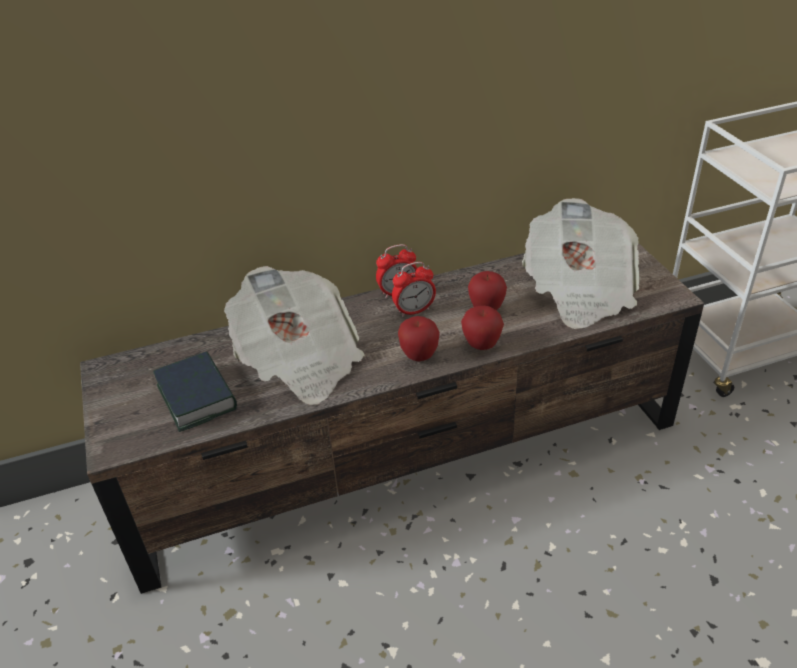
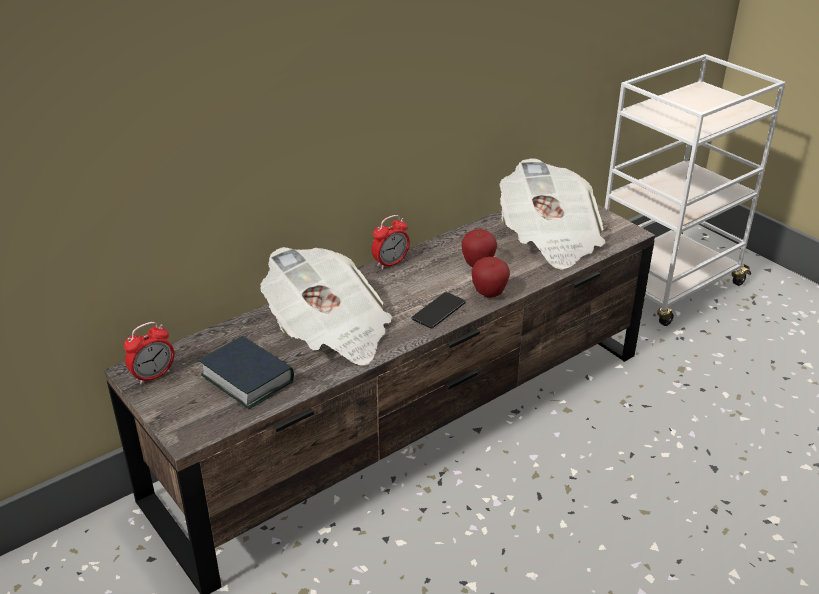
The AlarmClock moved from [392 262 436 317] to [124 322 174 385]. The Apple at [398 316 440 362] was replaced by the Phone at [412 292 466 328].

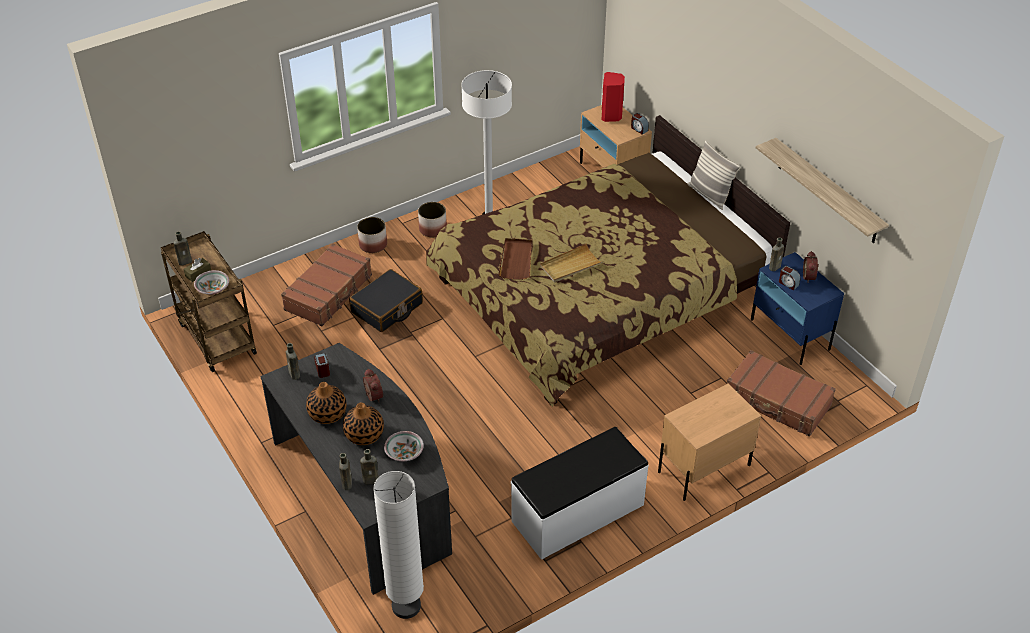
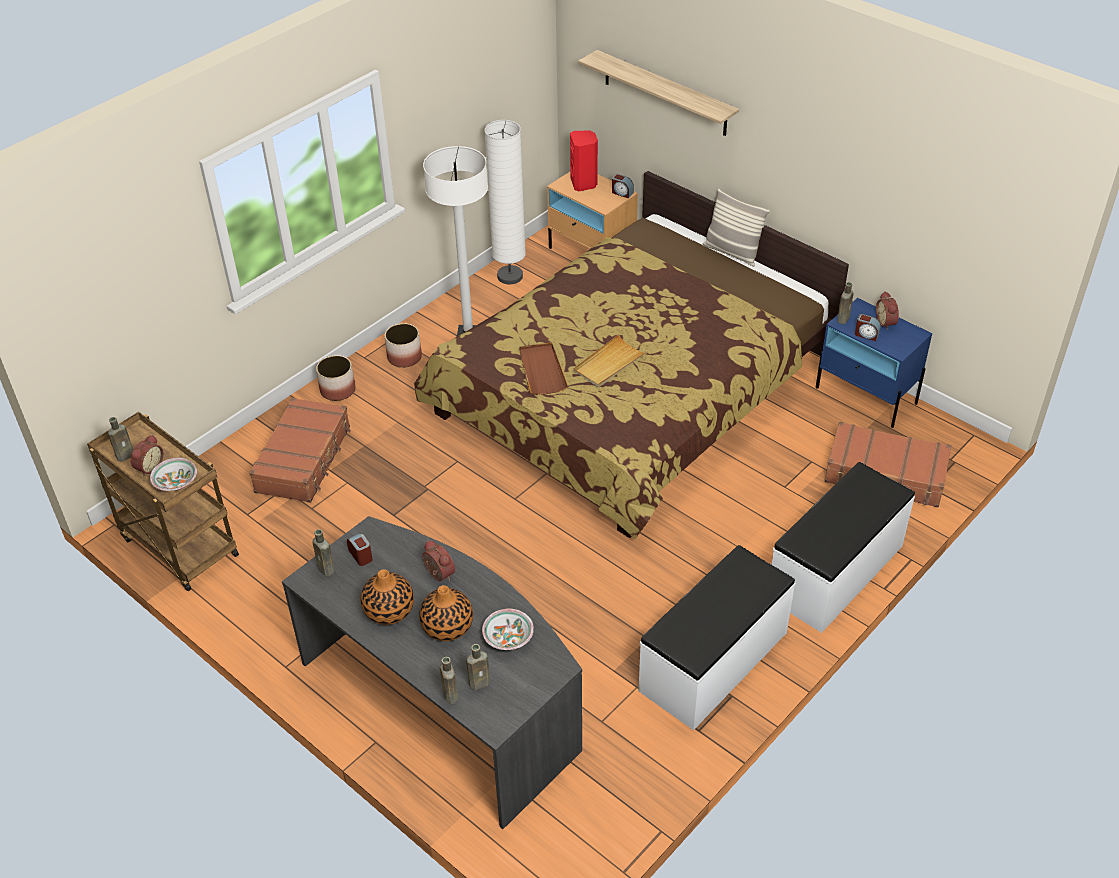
The Shelf moved from [756 138 889 243] to [578 50 739 136]. The BrownTissueBox at [184 258 211 282] was replaced by the AlarmClock at [130 435 163 477]. The BlackSuitcase at [349 269 423 332] disappeared. The BeigeNightstand at [658 383 761 501] was replaced by the WhiteBench at [772 462 915 633]. The WhiteFloorLamp moved from [373 471 424 619] to [485 120 526 284].

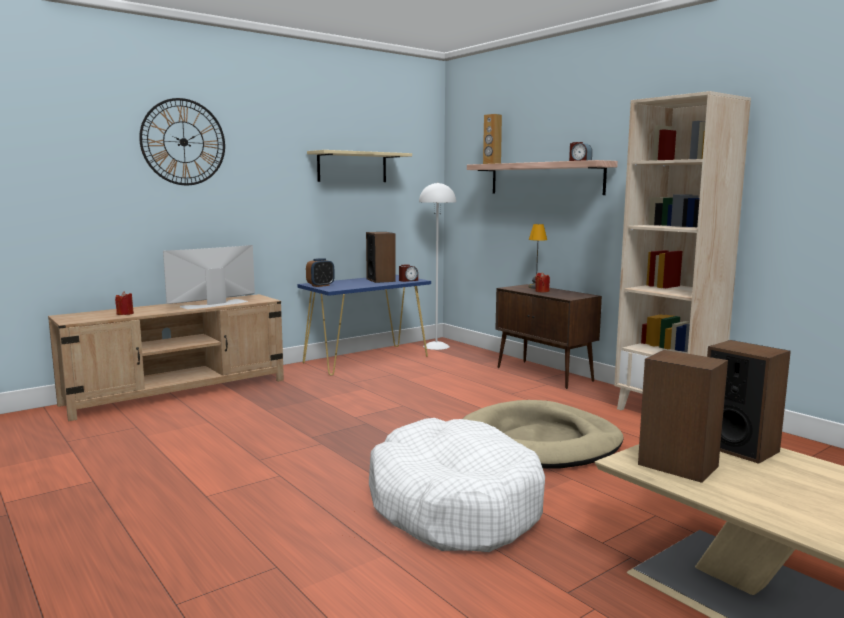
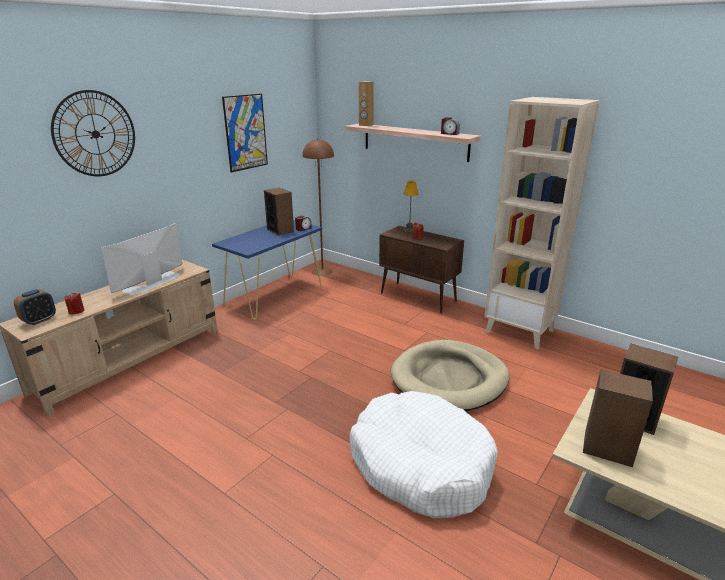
The BeigeShelf at [307 150 412 182] was replaced by the Picture at [222 94 268 172]. The WhiteFloorLamp at [419 182 456 350] became the BrownFloorLamp at [302 139 334 276]. The AlarmClock moved from [306 258 335 287] to [14 289 56 325].

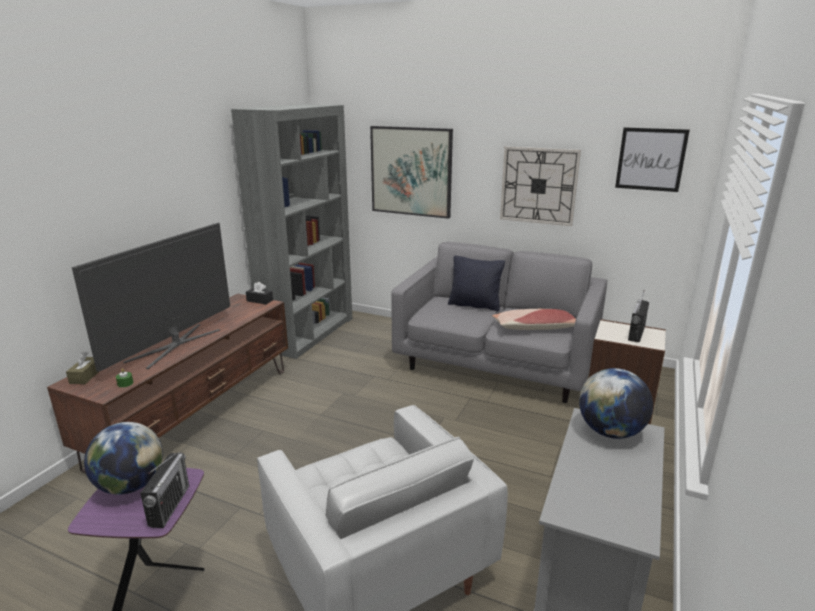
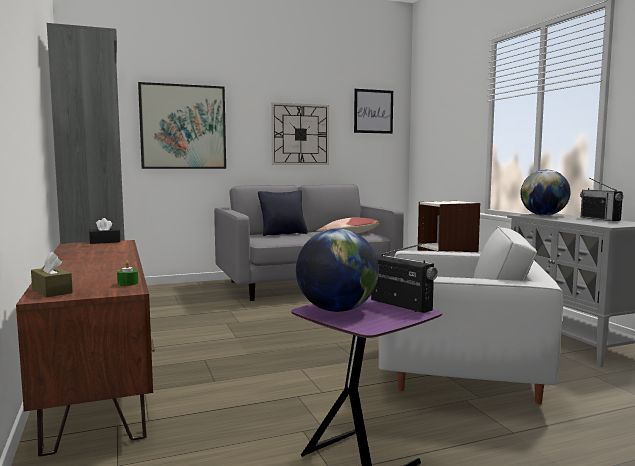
The Television at [72 222 230 372] disappeared. The Radio moved from [628 290 649 342] to [580 178 623 221].

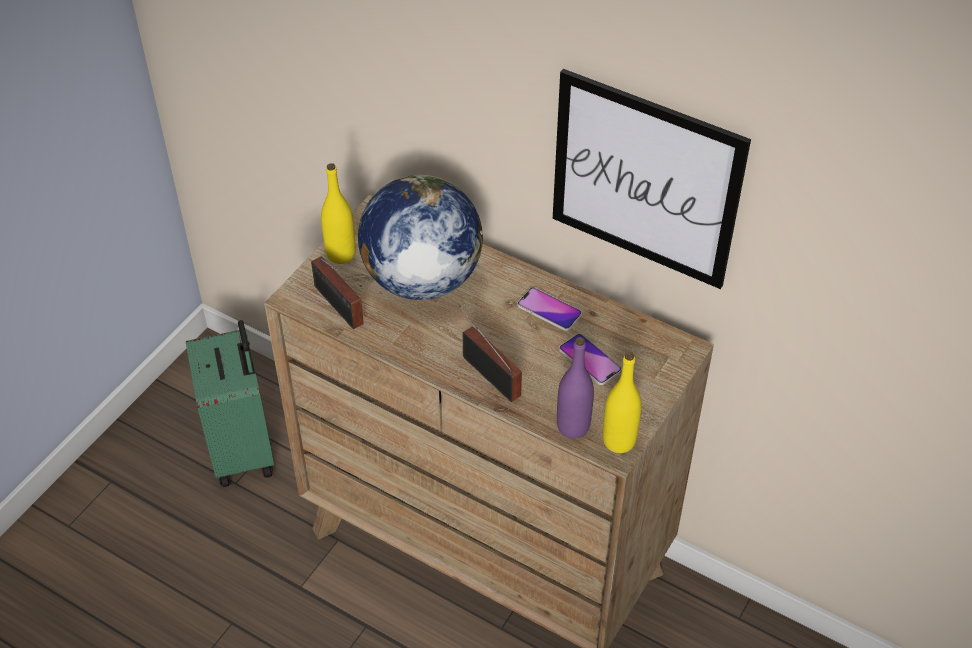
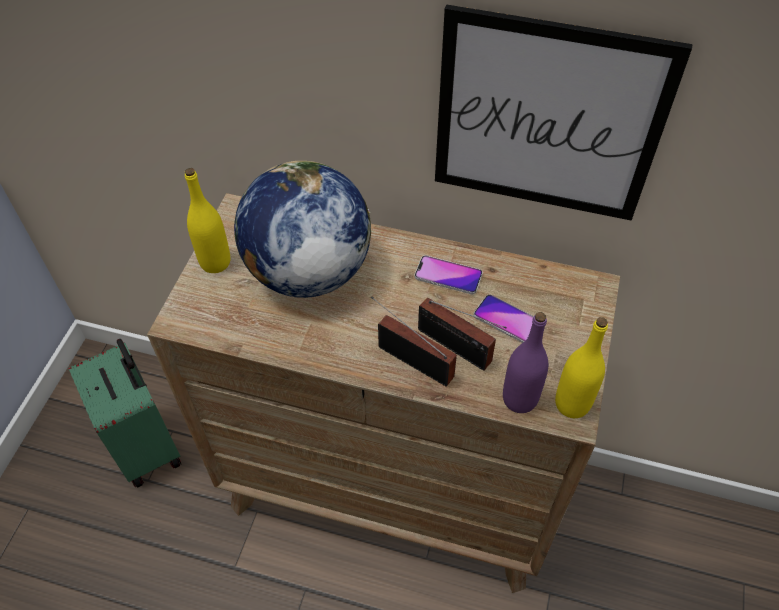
The Radio moved from [311 256 364 329] to [418 298 507 371].

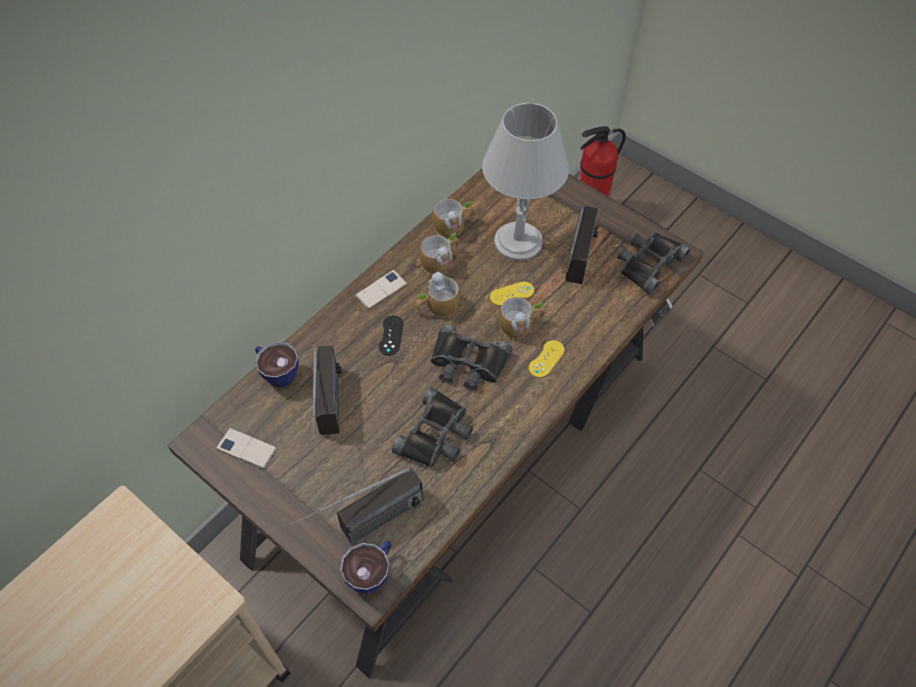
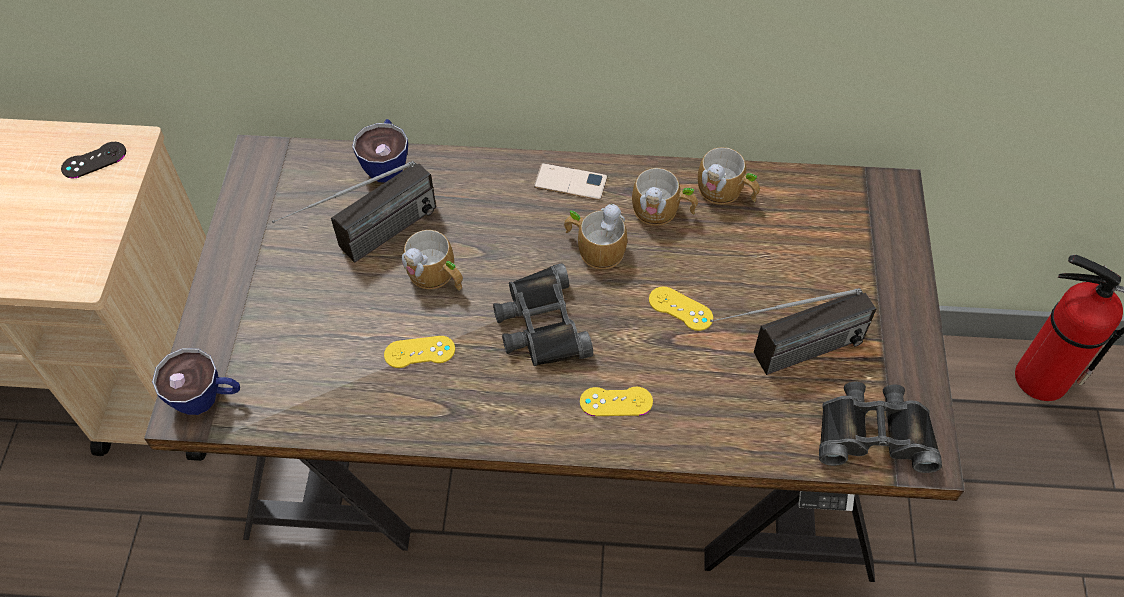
The GreyTableLamp at [482 103 569 261] disappeared. The Mug moved from [499 297 545 339] to [402 230 463 291]. The BlackGameController moved from [379 316 404 356] to [61 142 126 178]. The BlackBinoculars at [392 387 473 467] was replaced by the YellowGameController at [384 336 455 368]. The Phone at [216 428 277 469] disappeared. The Radio at [288 468 423 544] disappeared.

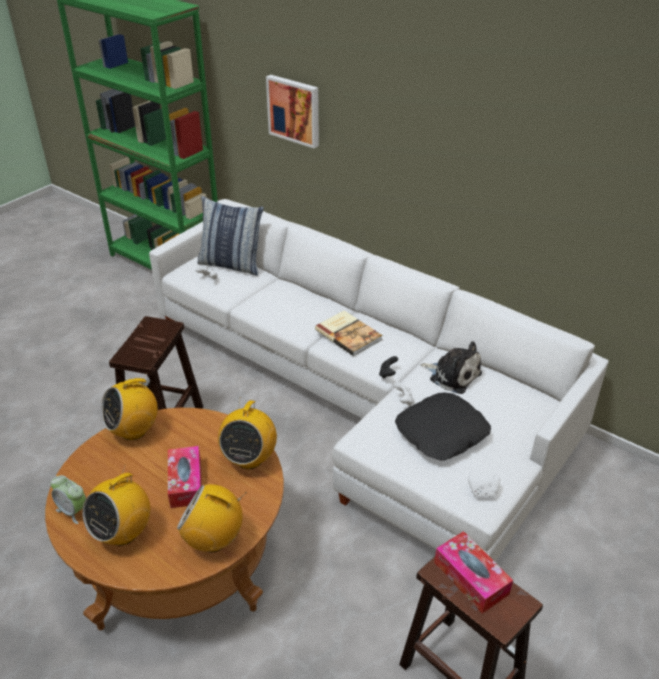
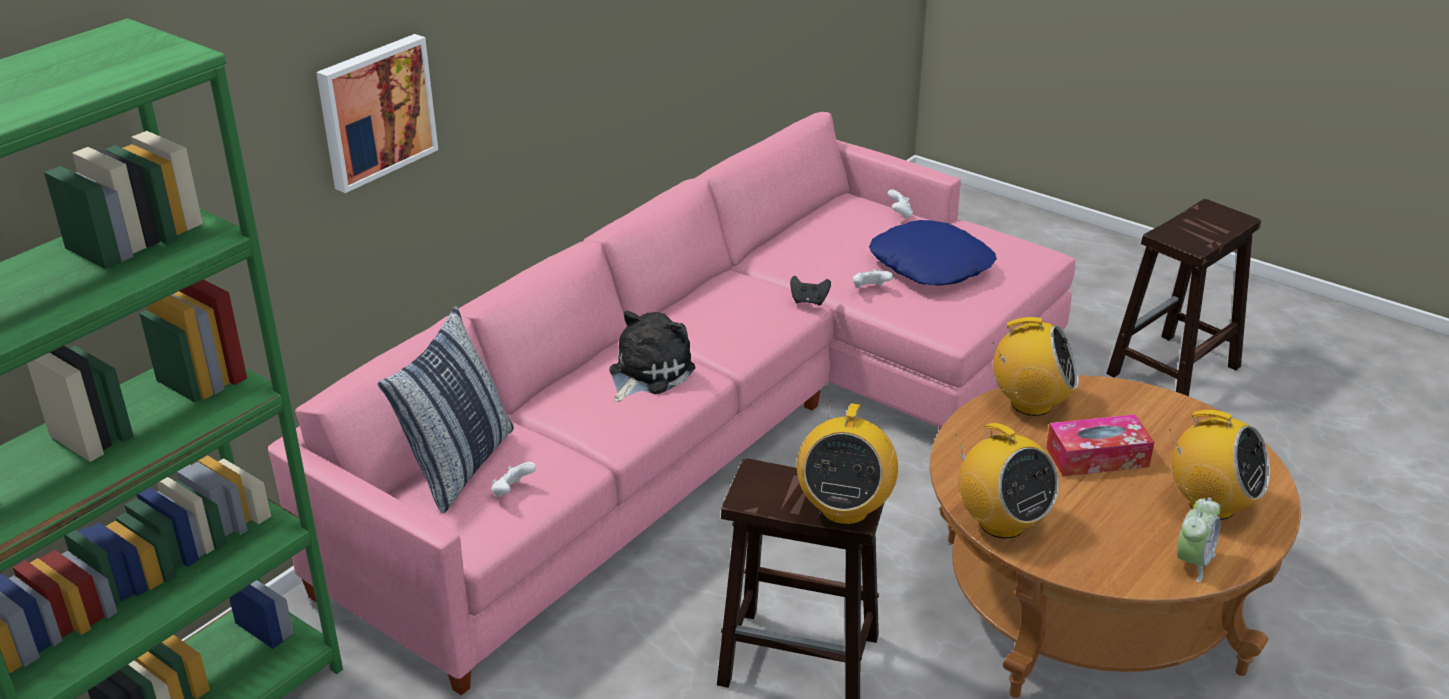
The WhiteSofa at [149 199 609 562] became the PinkSofa at [268 112 1075 695]. The Book at [315 311 382 356] disappeared. The PlushToy moved from [420 341 482 394] to [609 311 695 402]. The BlackPillow at [395 393 491 460] became the BluePillow at [869 220 997 286]. The WhiteGameController moved from [468 474 500 497] to [888 189 913 219]. The Radio moved from [177 484 247 552] to [797 401 898 525]. The TissueBox at [434 531 513 614] disappeared.

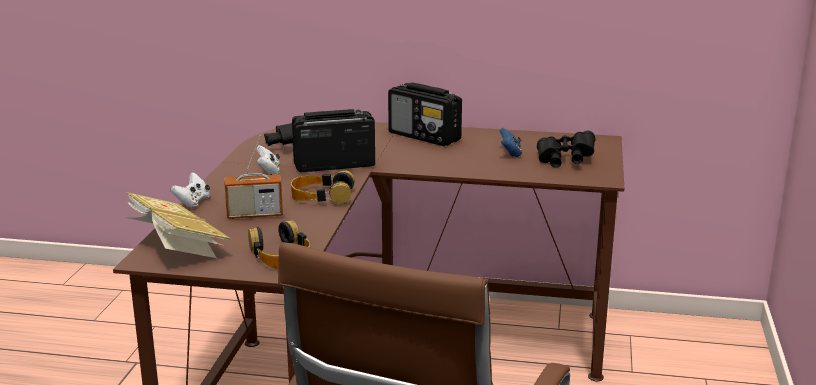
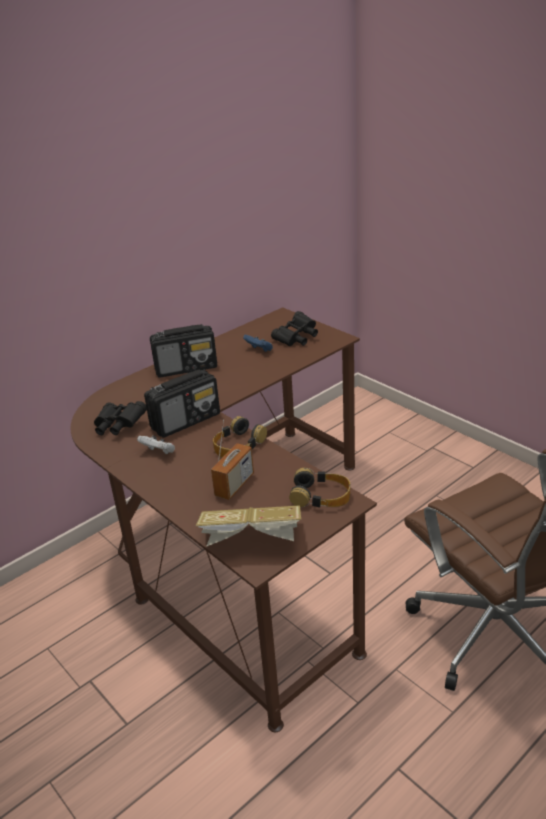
The Radio at [292 109 375 172] turned 150 degrees counterclockwise. The WhiteGameController at [170 172 210 208] disappeared.

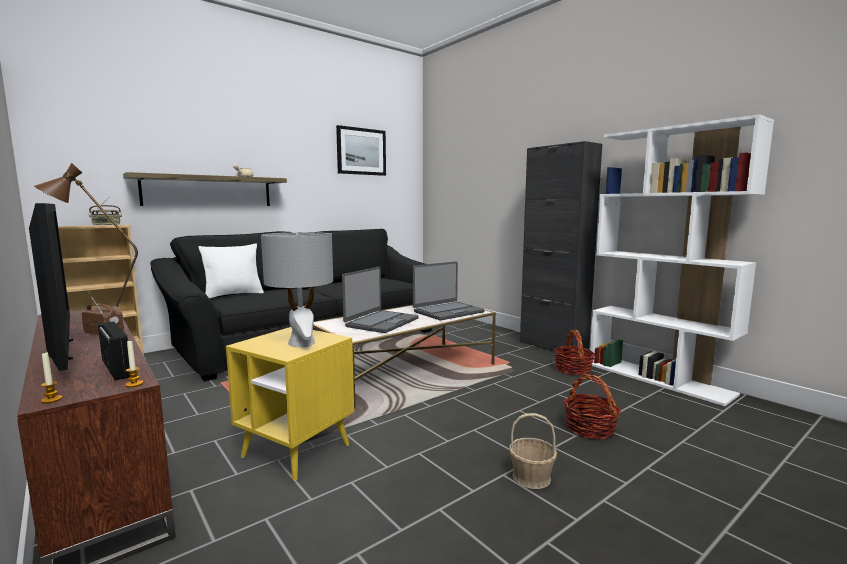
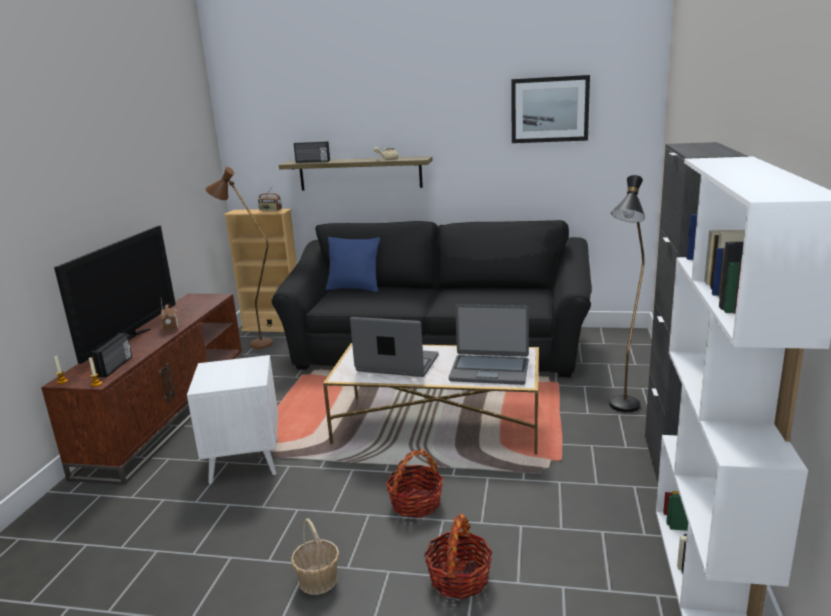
The GreyTableLamp at [261 232 333 348] disappeared. The WhitePillow at [199 243 264 299] became the BluePillow at [326 237 380 292]. The Laptop at [342 267 419 333] turned 150 degrees counterclockwise. The YellowSideTable at [226 327 354 481] became the WhiteSideTable at [187 355 278 484]. The Basket moved from [553 330 595 376] to [386 449 443 518]. The Radio at [294 141 330 163] appeared. The BlackFloorLamp at [609 175 645 412] appeared.

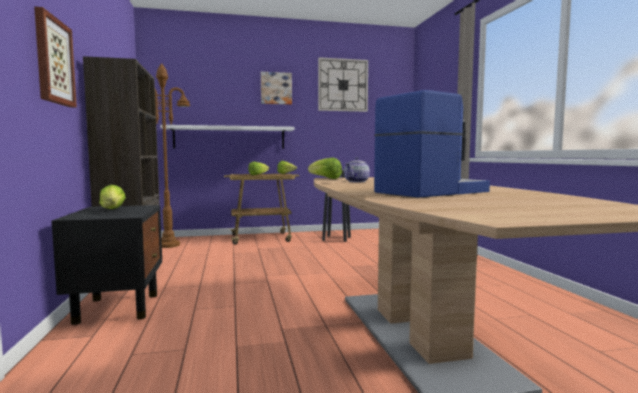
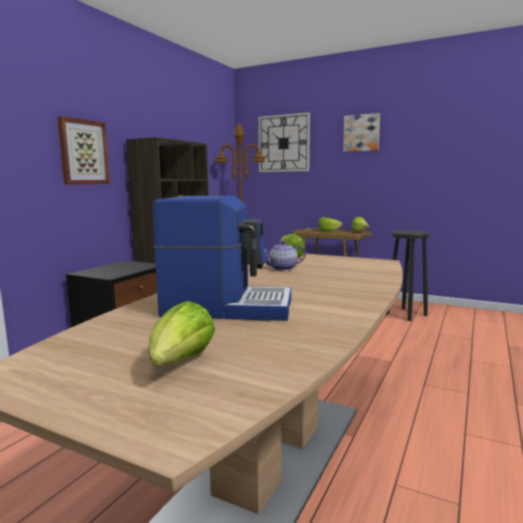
The WallClock moved from [318 57 368 112] to [258 112 310 172]. The WhiteShelf at [160 125 294 149] disappeared. The Lettuce moved from [99 185 126 209] to [148 301 215 366].

